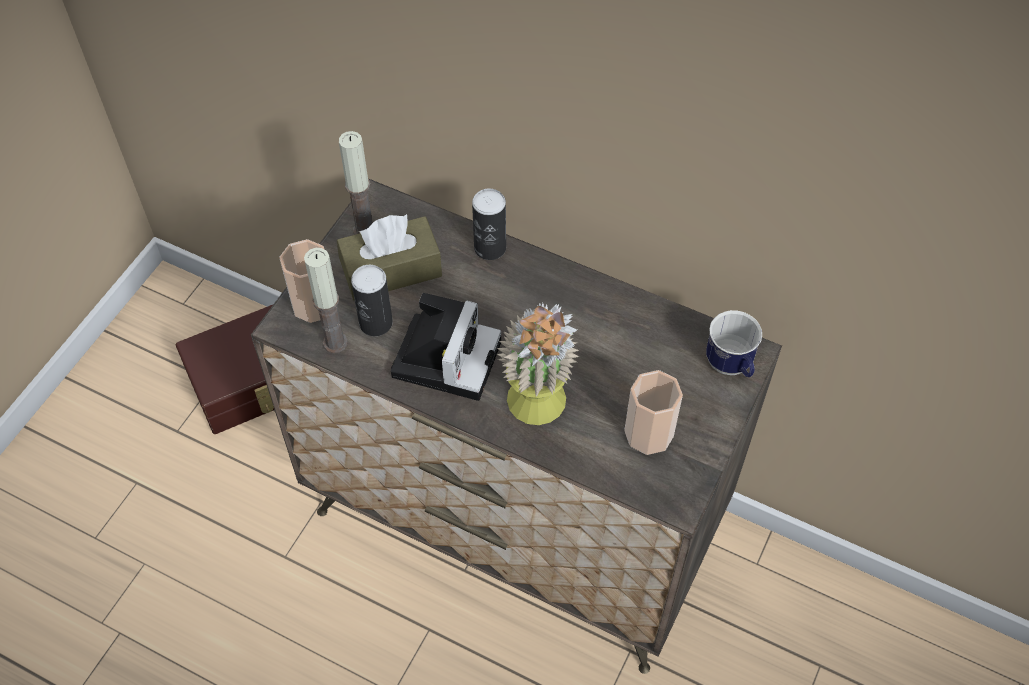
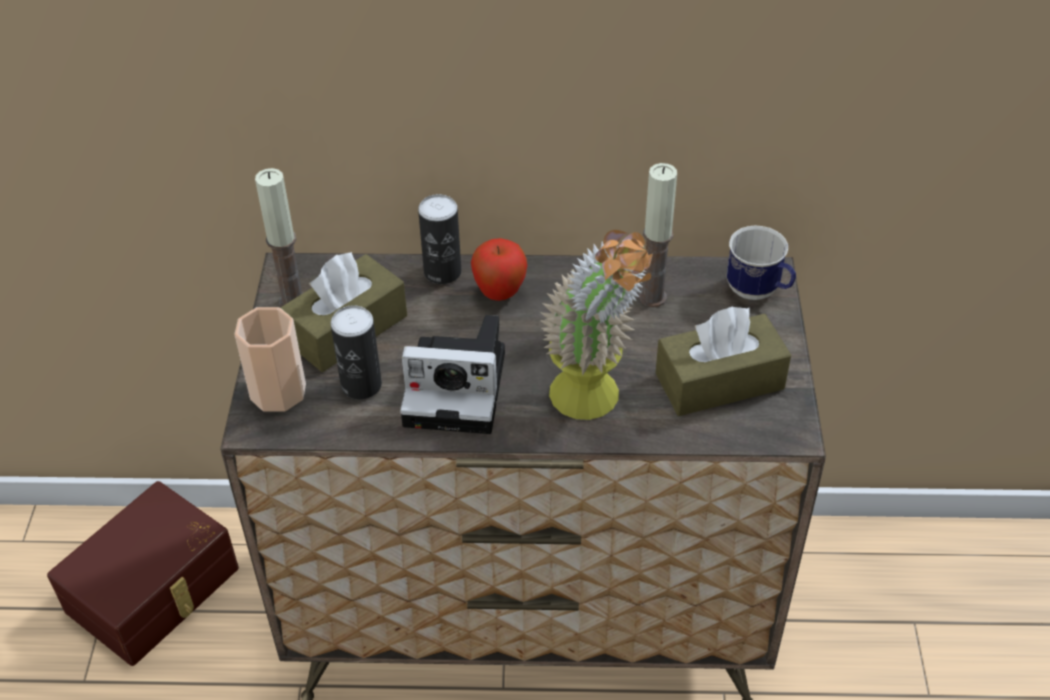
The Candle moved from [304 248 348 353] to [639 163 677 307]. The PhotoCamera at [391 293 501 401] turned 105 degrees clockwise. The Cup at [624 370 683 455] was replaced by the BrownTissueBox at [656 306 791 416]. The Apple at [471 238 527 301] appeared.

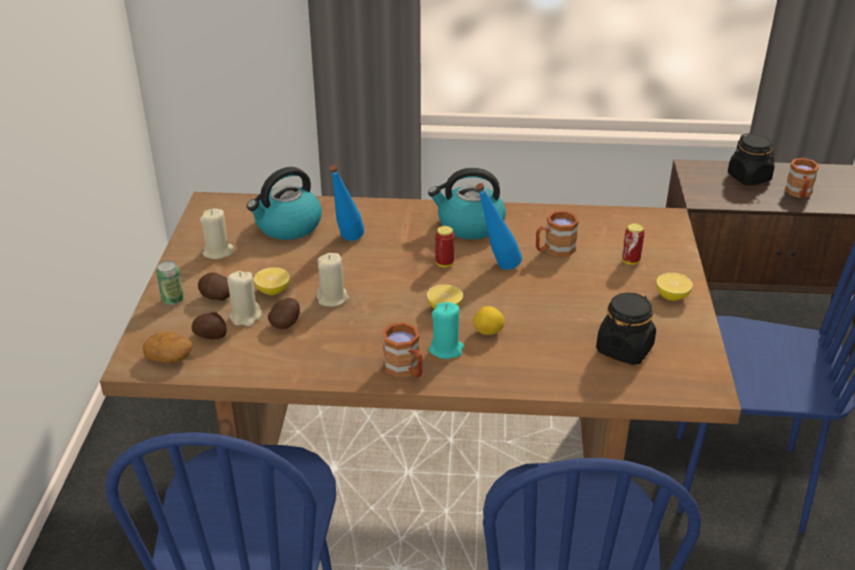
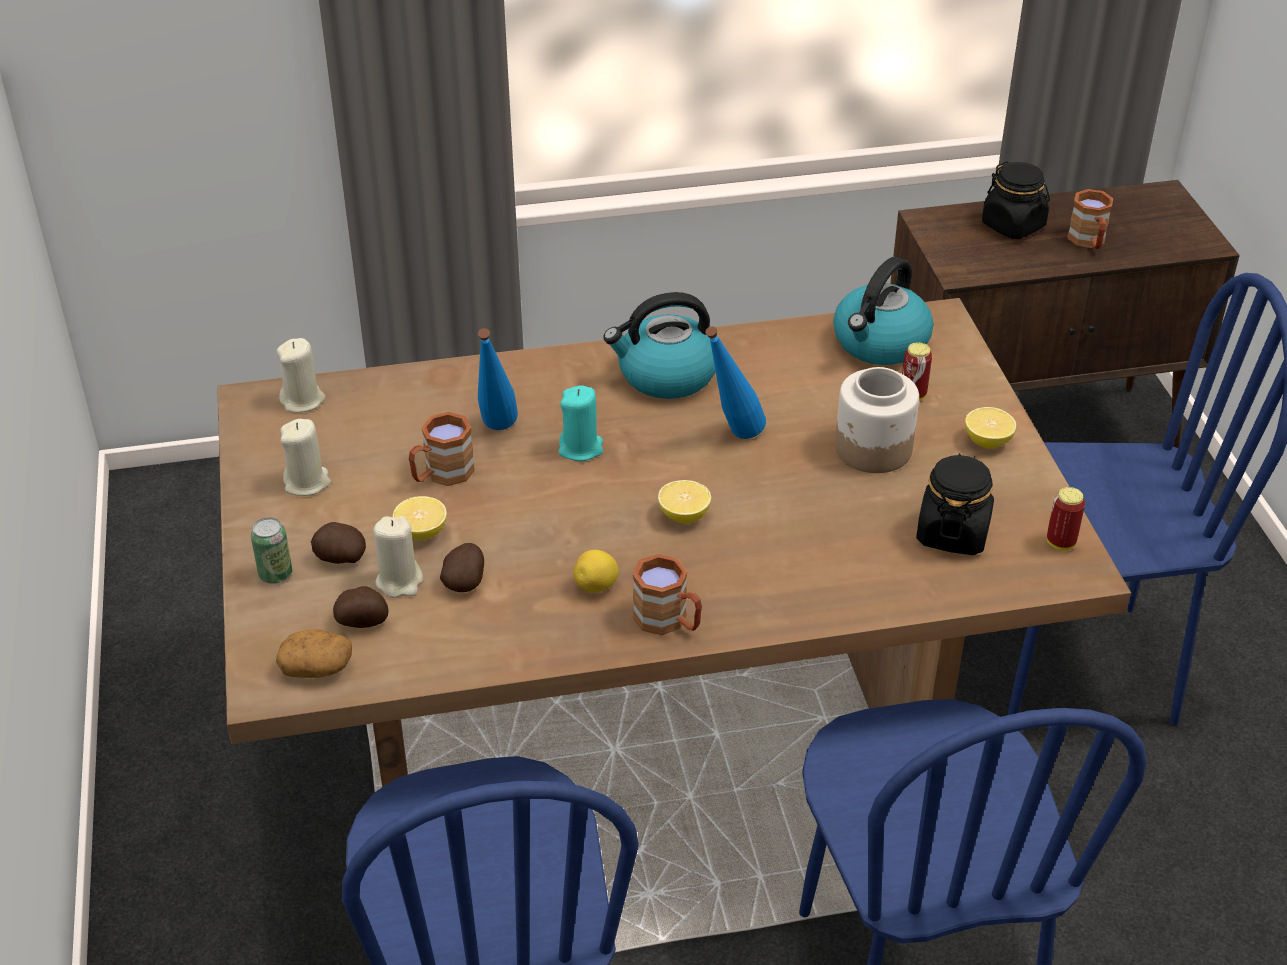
The Kettle moved from [247 167 322 240] to [833 257 933 365]. The BrownMug moved from [536 210 579 257] to [409 412 475 486]. The Can moved from [435 226 454 267] to [1047 487 1085 550]. The BeigeCandle moved from [316 253 349 307] to [277 338 326 413]. The TurquoiseCandle moved from [429 302 464 359] to [558 385 603 461]. The Lemon moved from [473 306 504 335] to [573 550 619 593]. The Jar at [835 367 919 473] appeared.

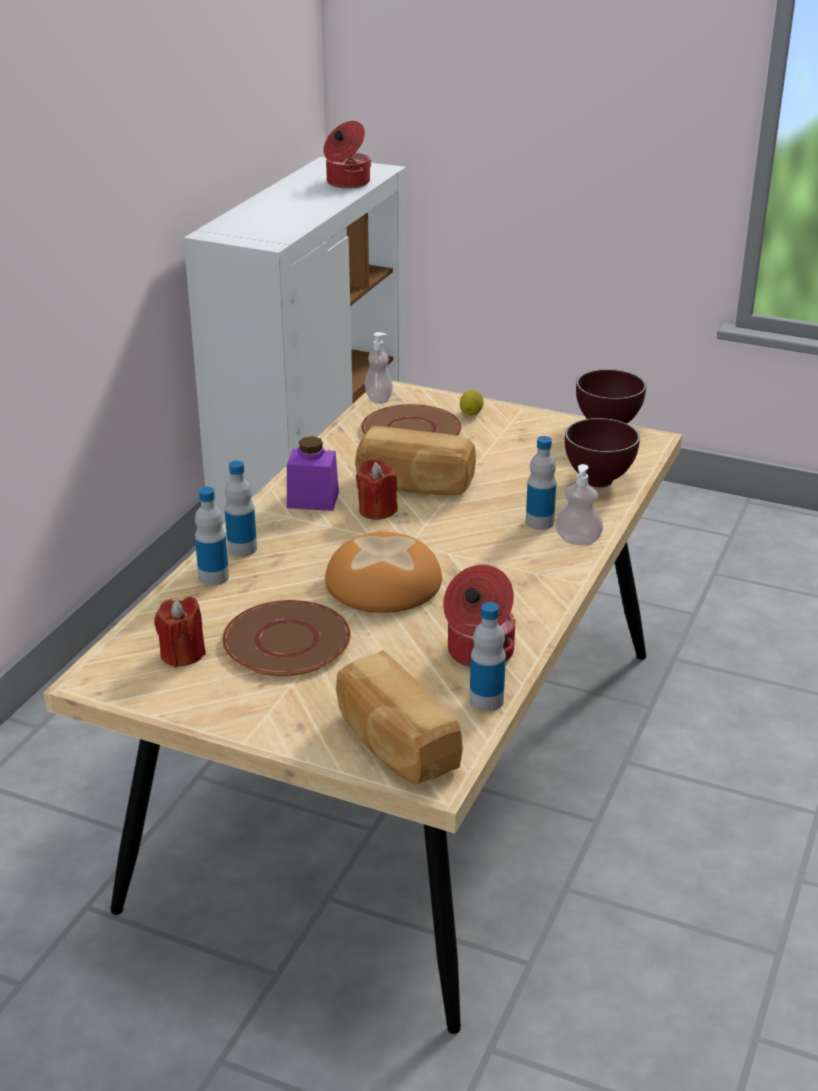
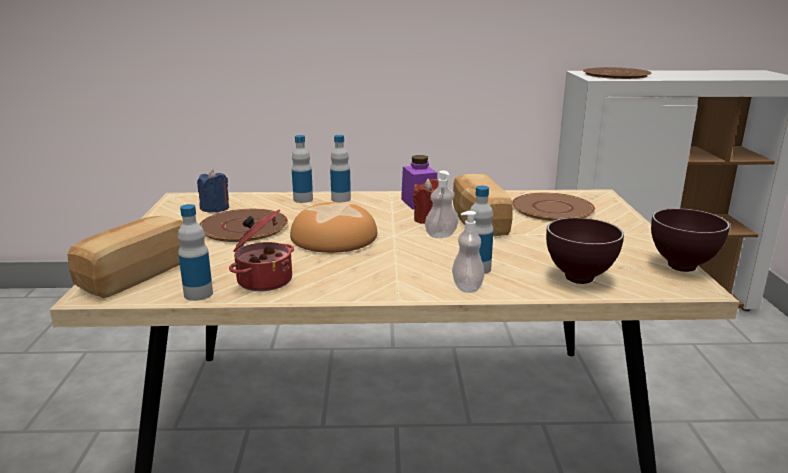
The CookingPot at [323 121 371 189] disappeared. The SoapDispenser moved from [365 332 393 404] to [425 171 459 238]. The Lemon at [460 390 484 415] disappeared. The RedCandle at [154 597 206 667] became the BlueCandle at [197 170 229 213]. The BrownPlate at [583 67 651 79] appeared.

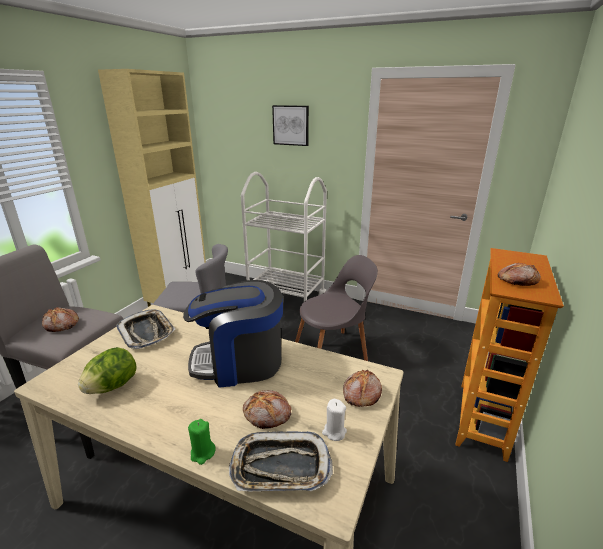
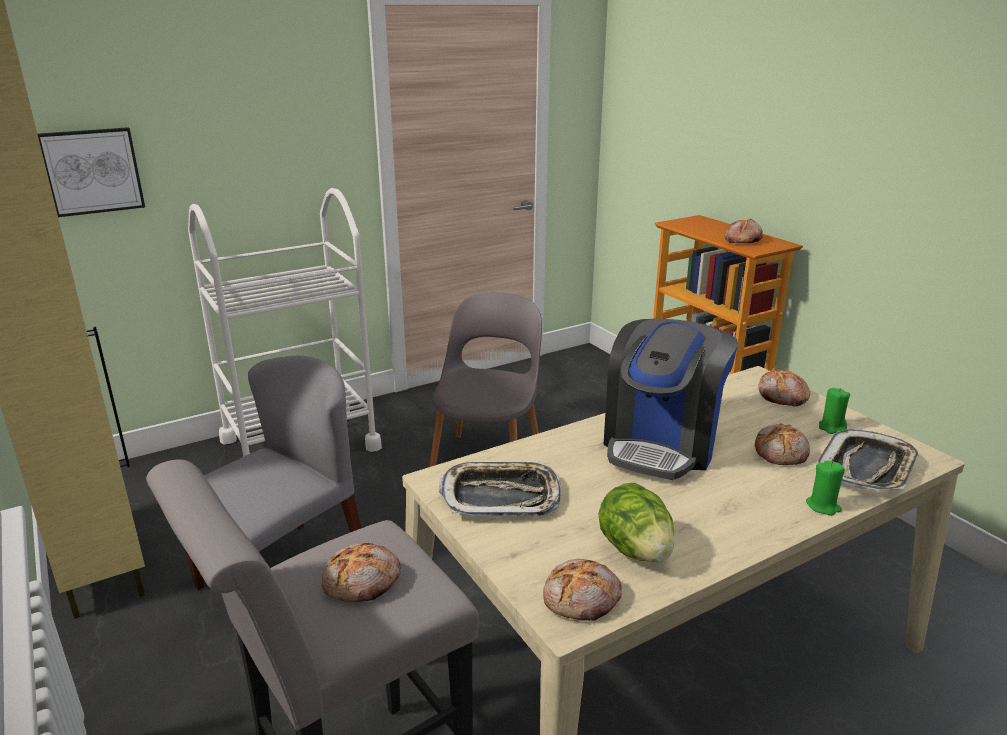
The Picture moved from [272 105 309 146] to [38 127 145 217]. The WhiteCandle at [322 399 347 441] became the GreenCandle at [819 388 850 434]. The Bread at [543 559 622 621] appeared.

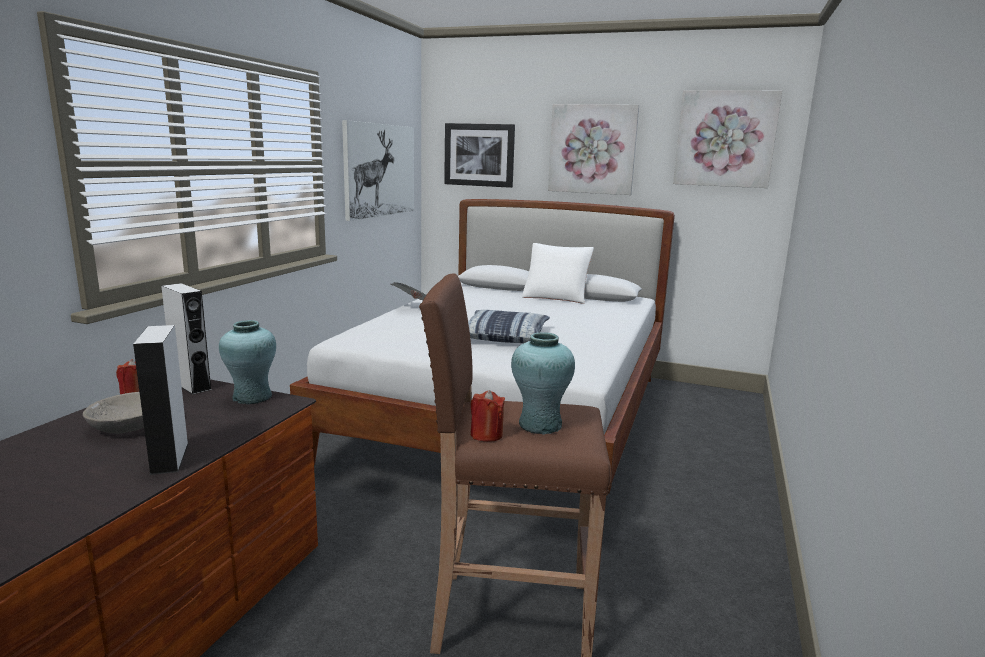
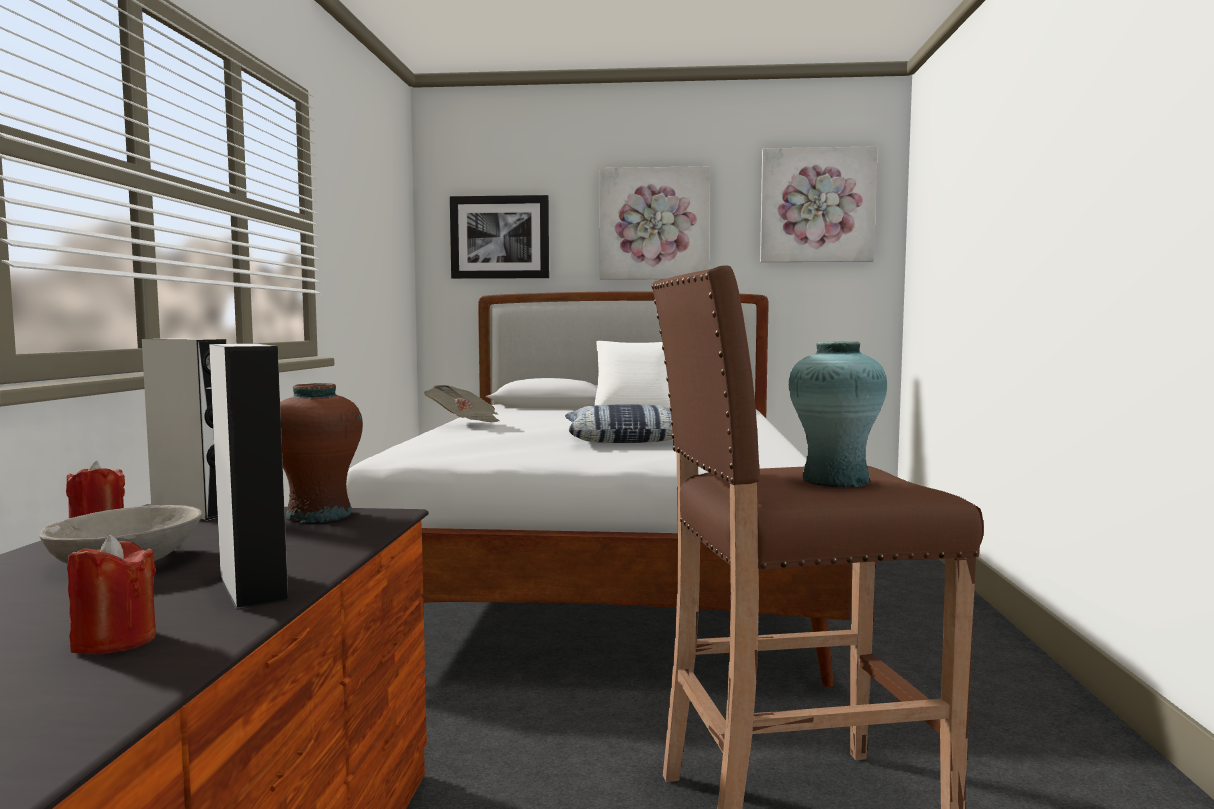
The Picture at [342 120 414 221] disappeared. The TurquoiseVase at [219 320 276 404] became the BrownVase at [280 383 363 523]. The RedCandle moved from [470 390 505 442] to [67 535 156 654].

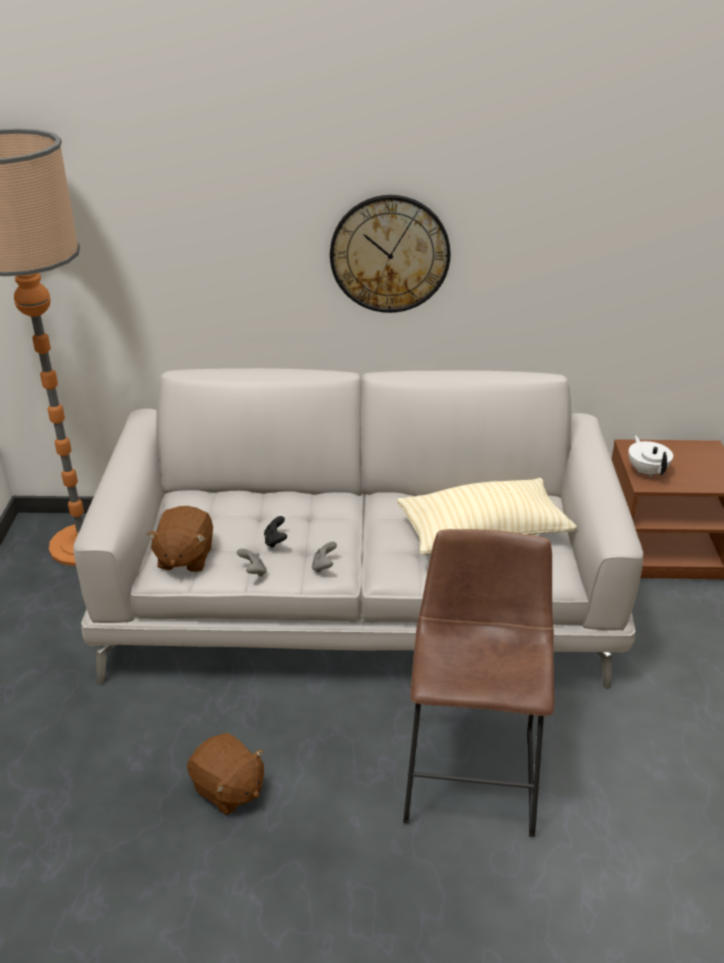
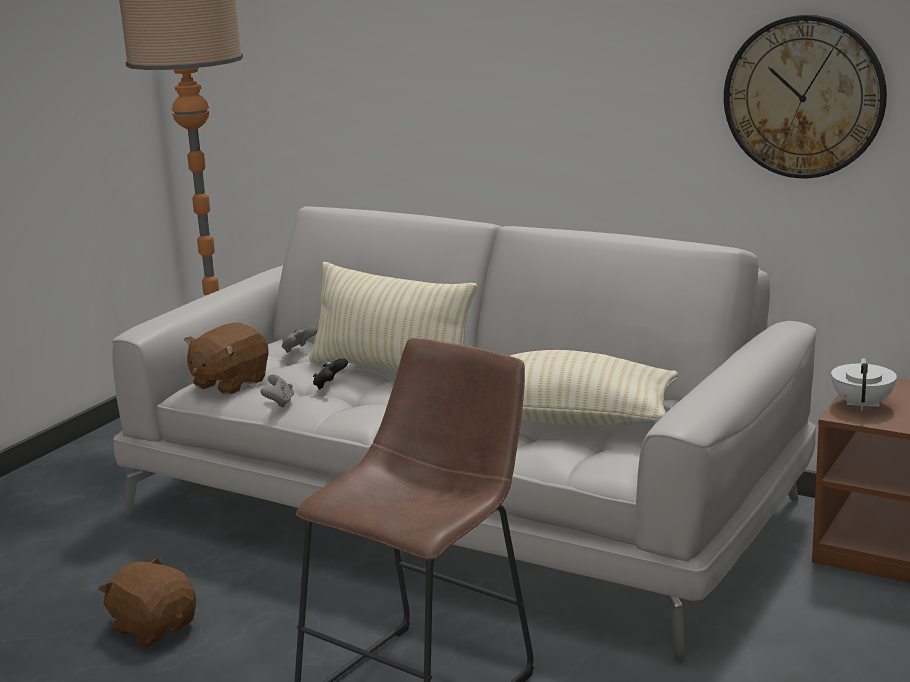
The WallClock moved from [330 195 450 313] to [724 15 887 178]. The GreyGameController moved from [312 541 337 573] to [282 326 318 353]. The BrownPlushToy at [187 733 264 815] turned 150 degrees clockwise. The BeigePillow at [309 262 477 371] appeared.

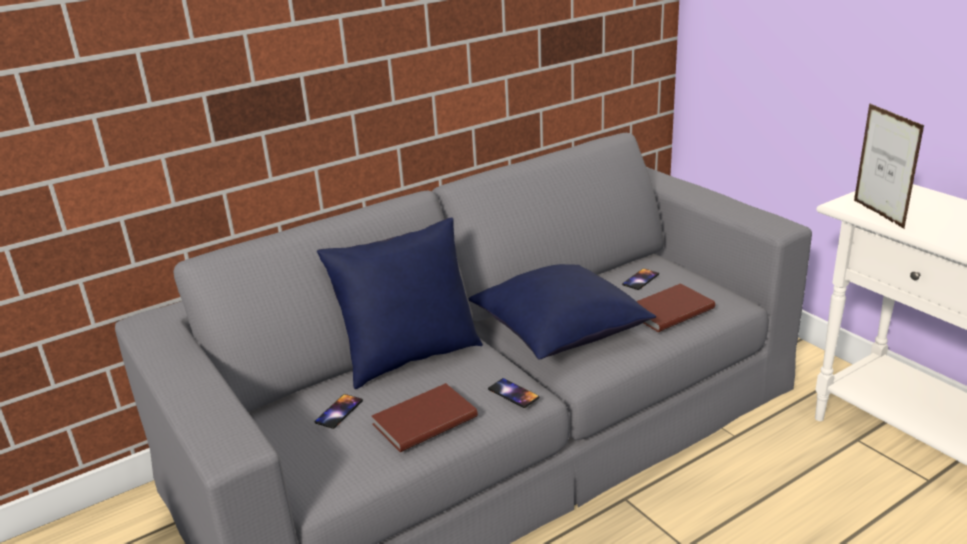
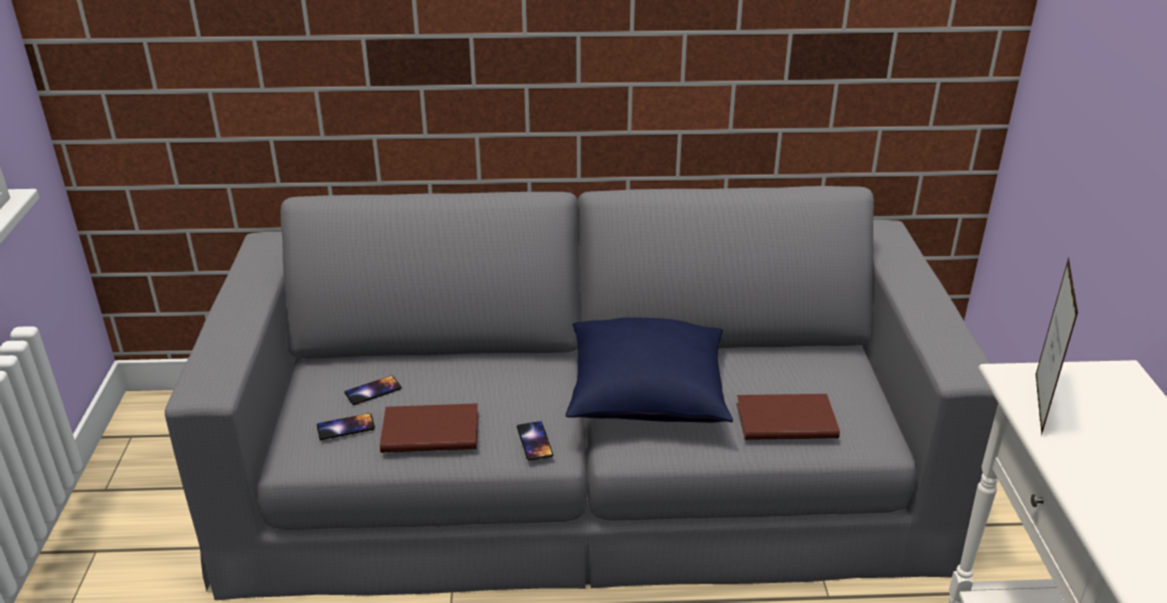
The BluePillow at [317 218 483 389] disappeared. The Phone moved from [622 268 659 290] to [317 413 375 440].

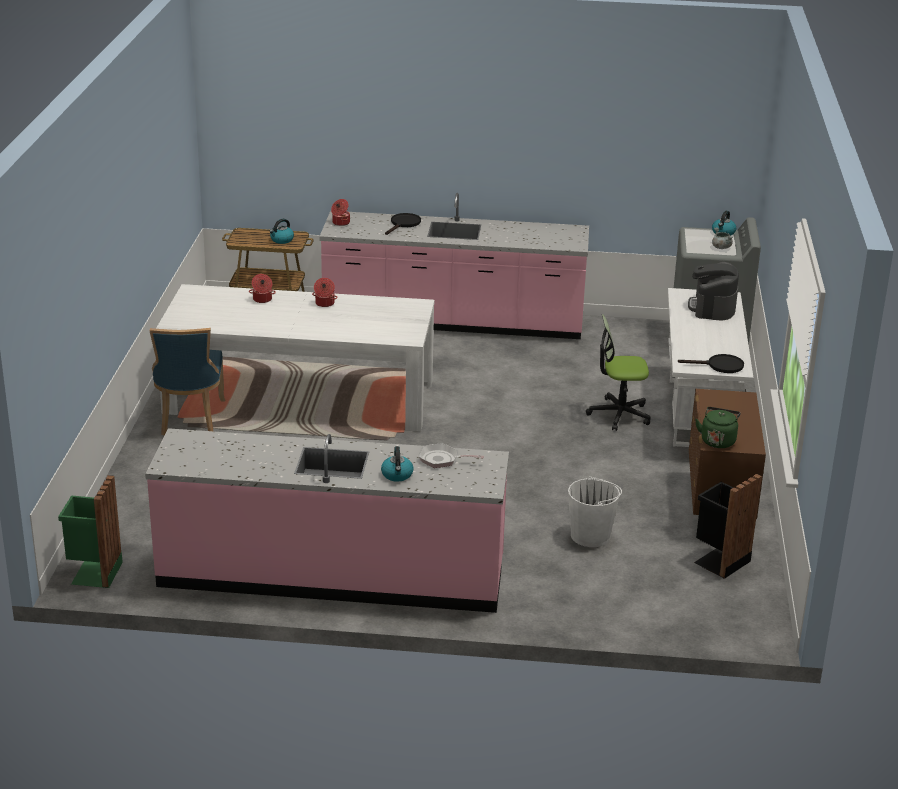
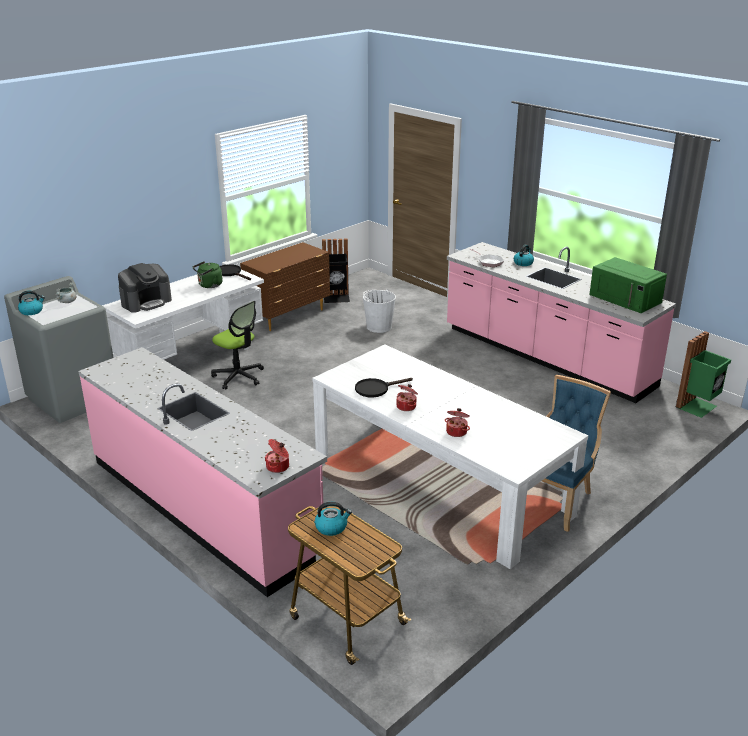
The BlackFryingPan moved from [385 213 421 235] to [355 378 413 398]. The GreenKettle moved from [695 407 741 448] to [193 261 223 288]. The GreenMicrowave at [589 257 667 313] appeared.

